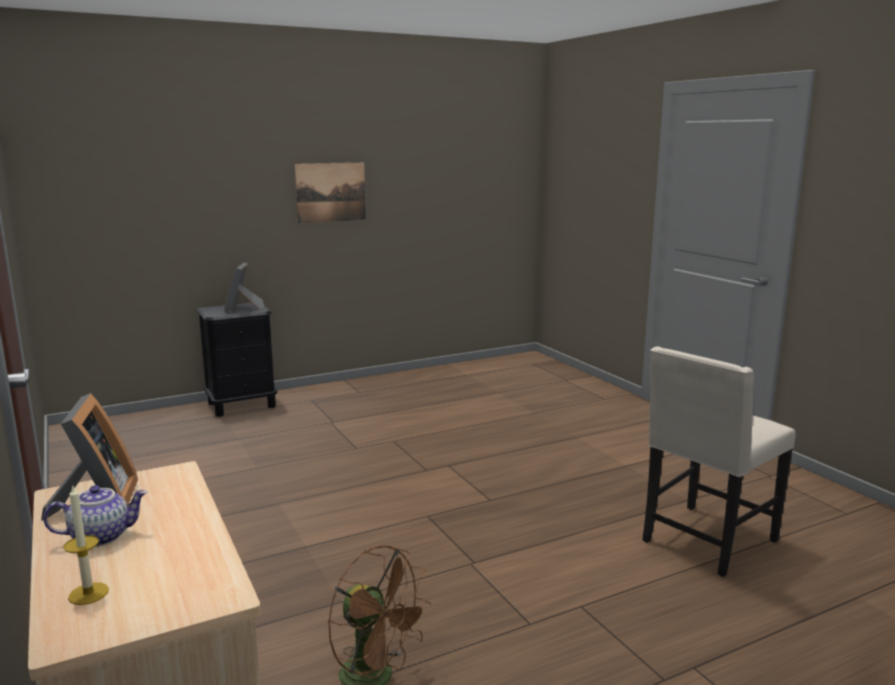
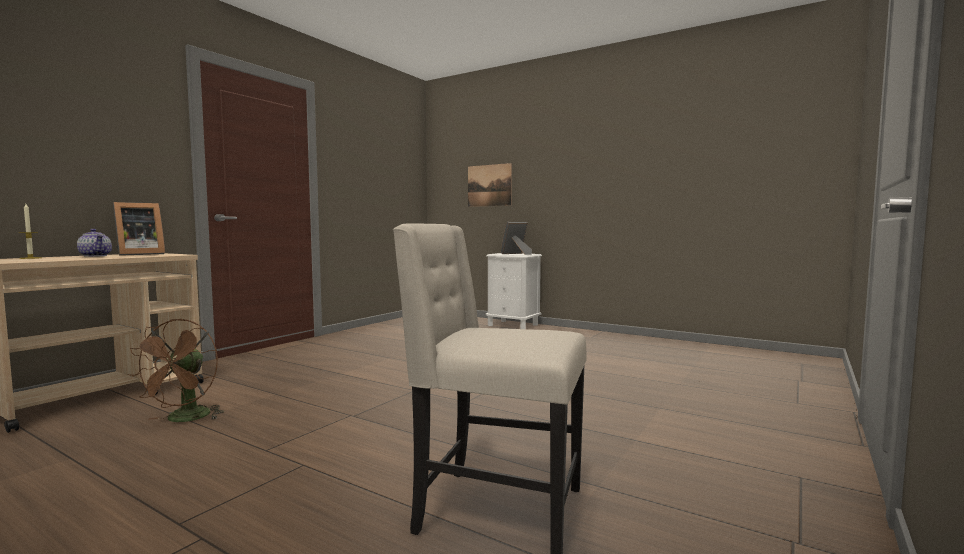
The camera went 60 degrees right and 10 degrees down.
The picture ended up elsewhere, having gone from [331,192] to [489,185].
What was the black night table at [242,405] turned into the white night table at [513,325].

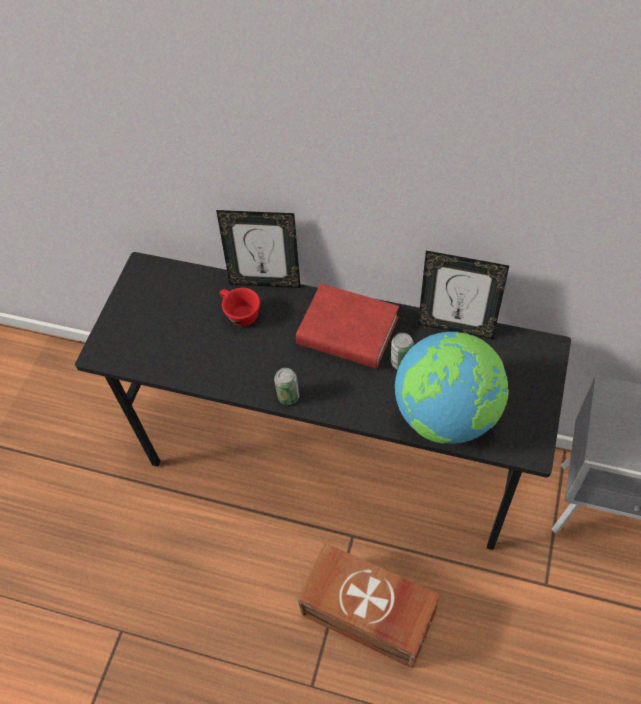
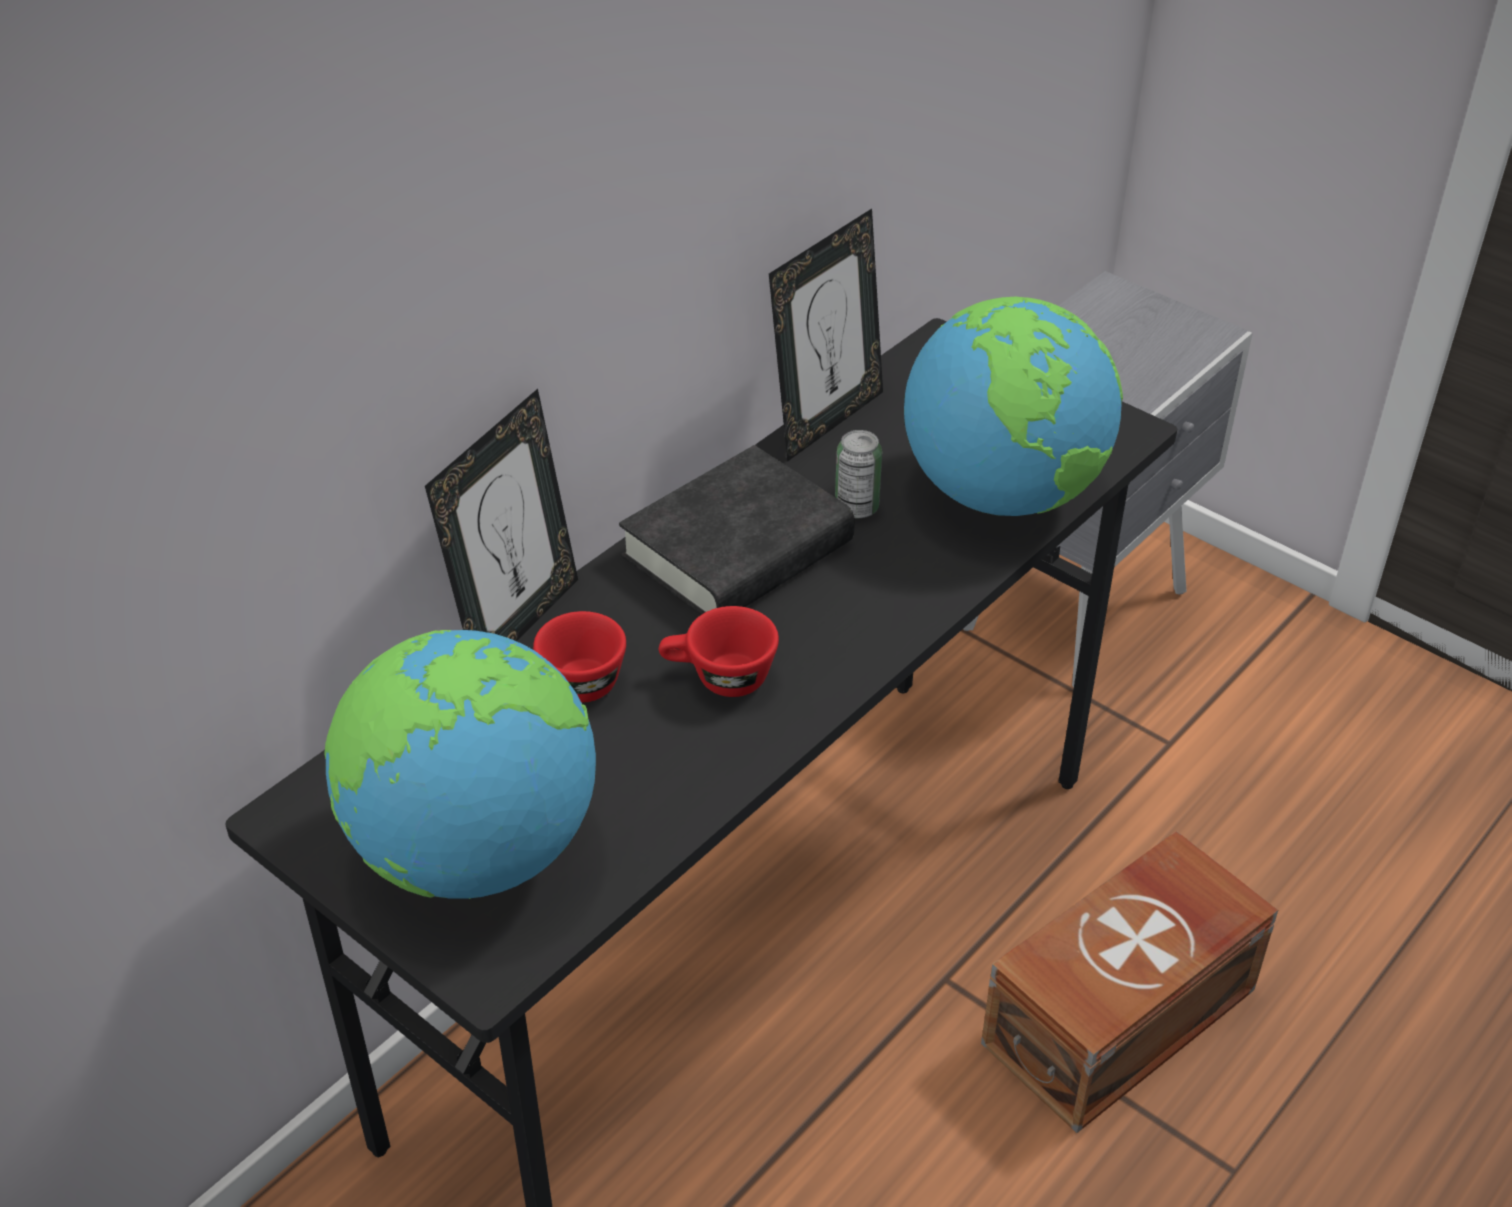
The camera went 70 degrees left and 15 degrees down.
What was the red-coloured bound book at [348,331] turned into the black bound book at [737,550].
The second view lost the can at [288,396].
The second view gained the red-coloured small cup at [719,678].
The second view gained the globe at [474,851].

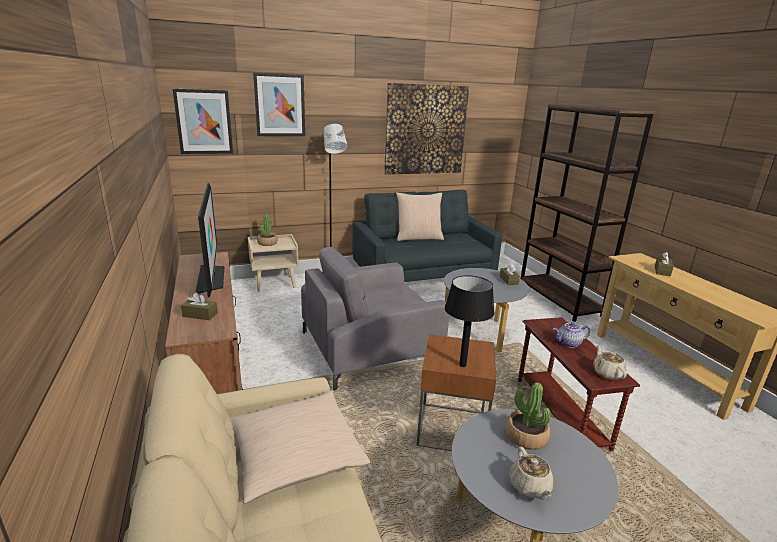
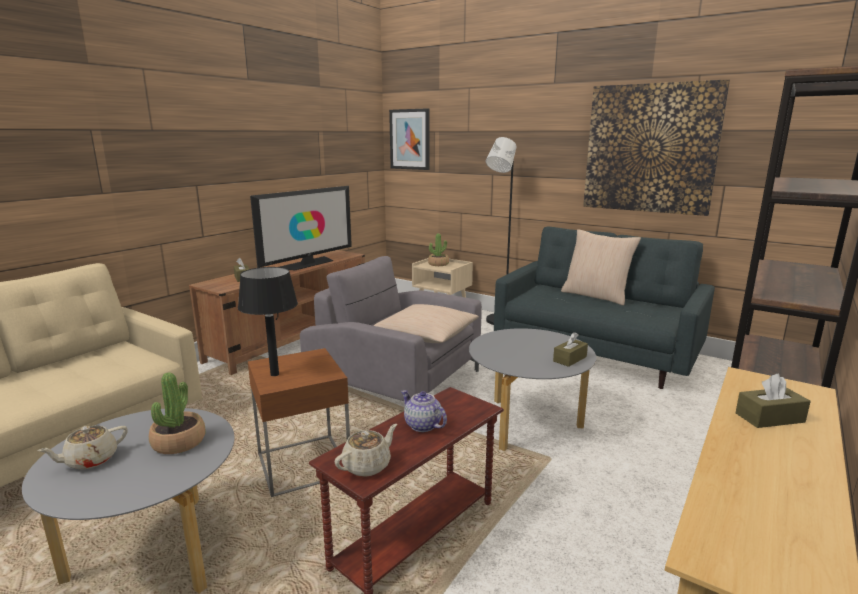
The camera went 55 degrees right and 5 degrees down.
The second view lost the picture at [280,105].
The sand-coloured cushion ended up elsewhere, having gone from [295,454] to [426,335].

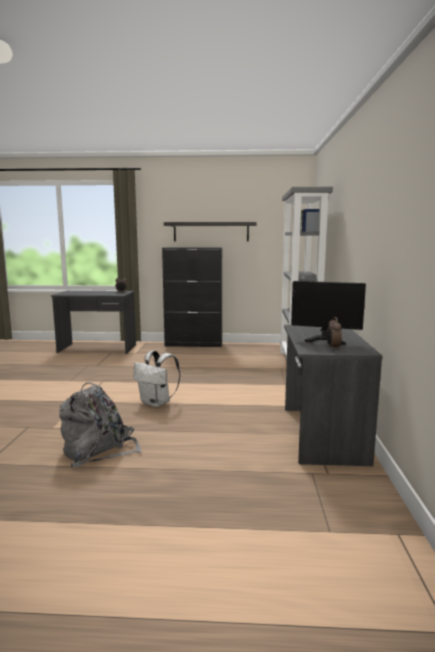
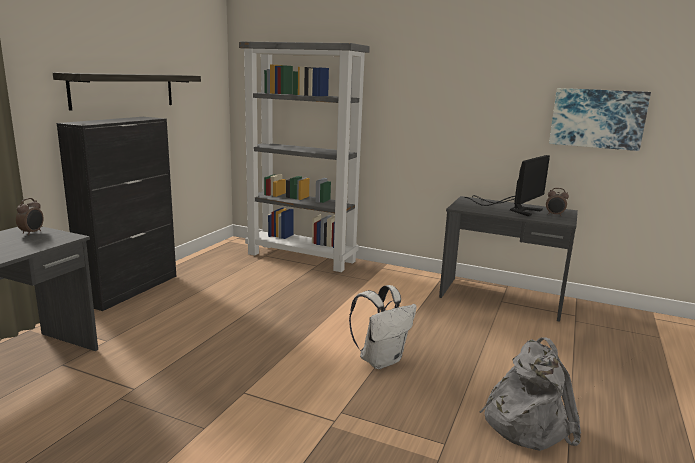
The camera went 70 degrees left and 5 degrees up.
The second view gained the picture at [597,118].

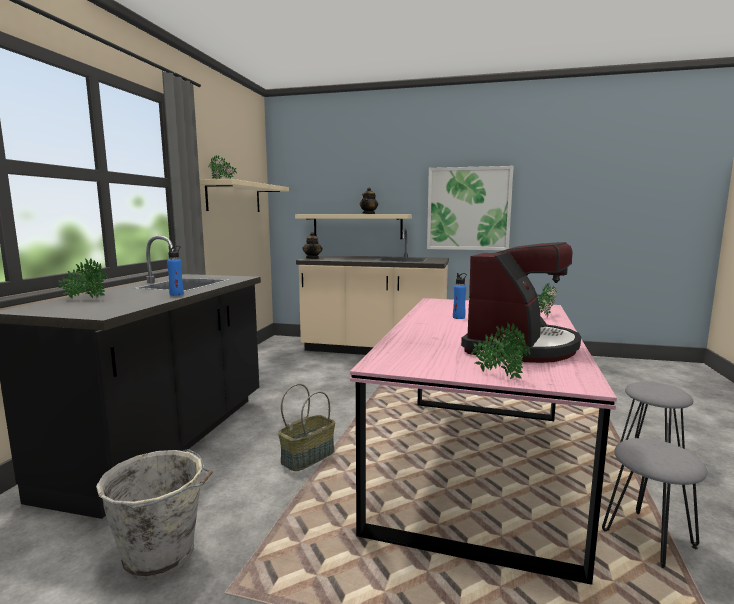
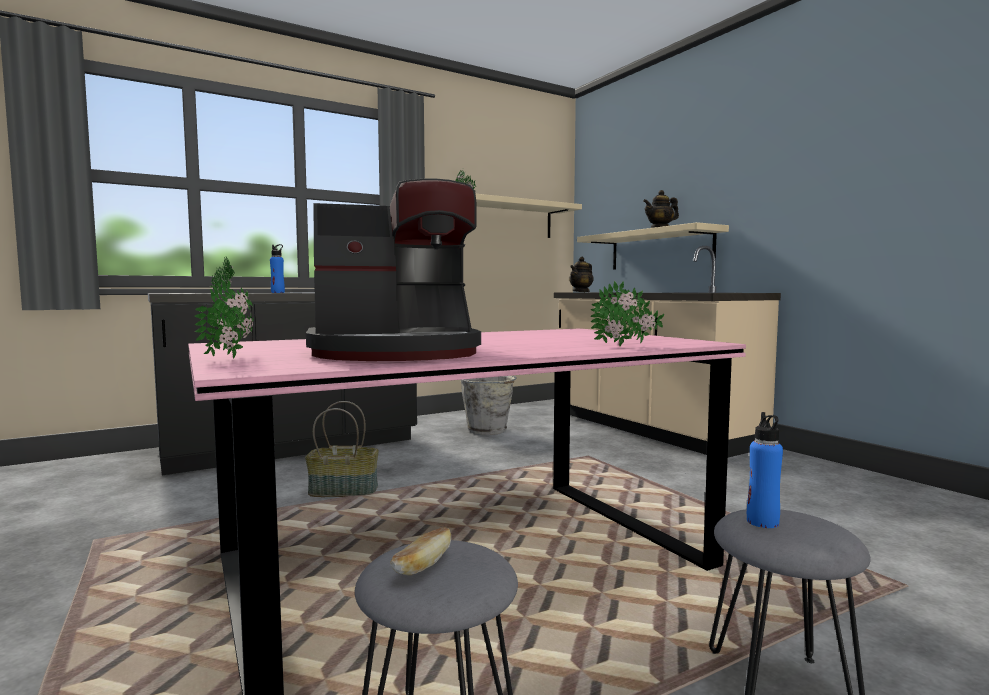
The camera went 45 degrees right and 5 degrees down.
The second view lost the picture at [468,209].
The bluish drink bottle ended up elsewhere, having gone from [459,317] to [762,522].
The gray bucket ended up elsewhere, having gone from [162,555] to [488,430].
The second view gained the bread at [422,566].

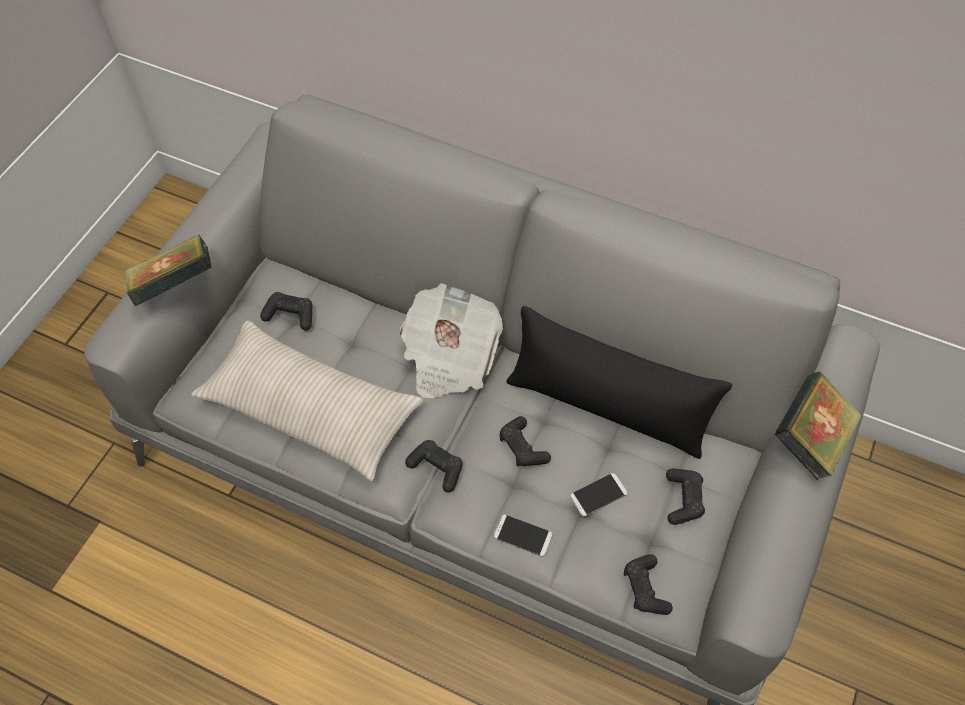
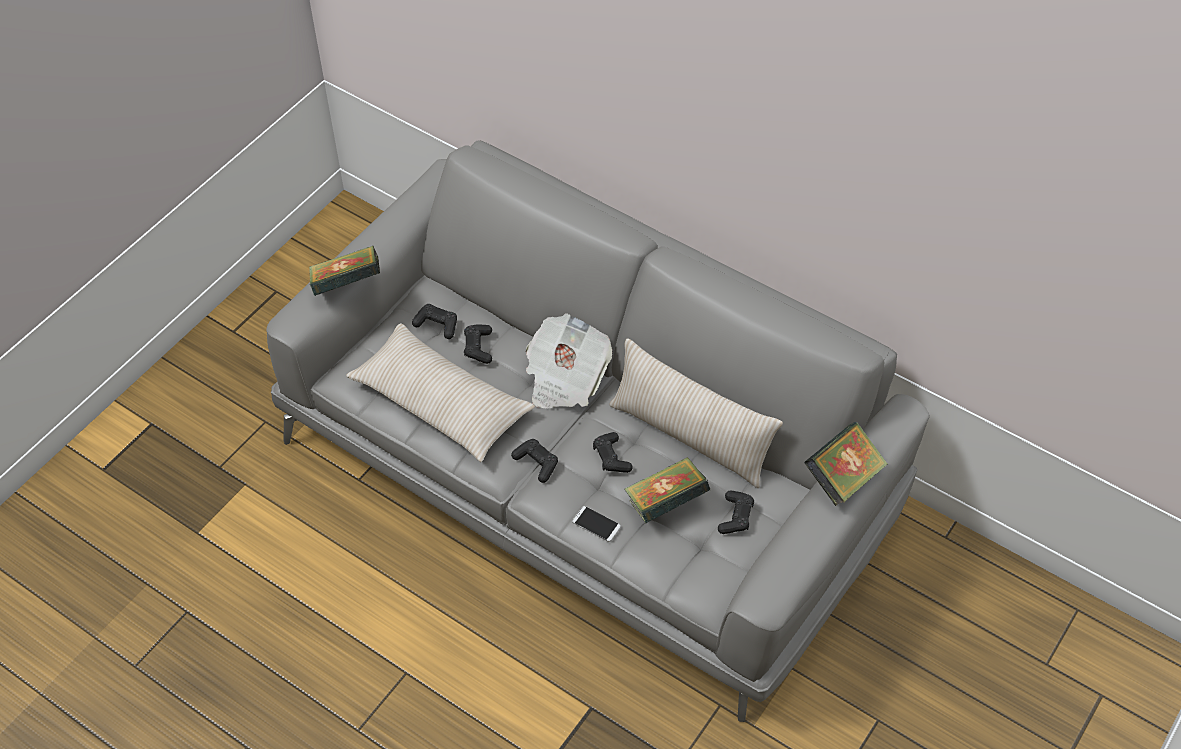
The camera went 10 degrees right and 5 degrees down.
What was the black cushion at [607,407] turned into the sand-coloured cushion at [690,437].
Where the telephone stood at [598,495], the bound book came to stand at [665,503].
The black joypad ended up elsewhere, having gone from [645,588] to [478,347].

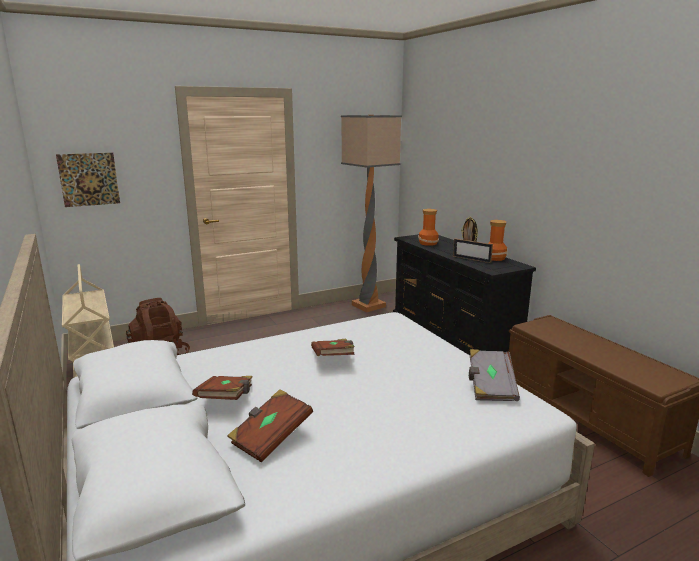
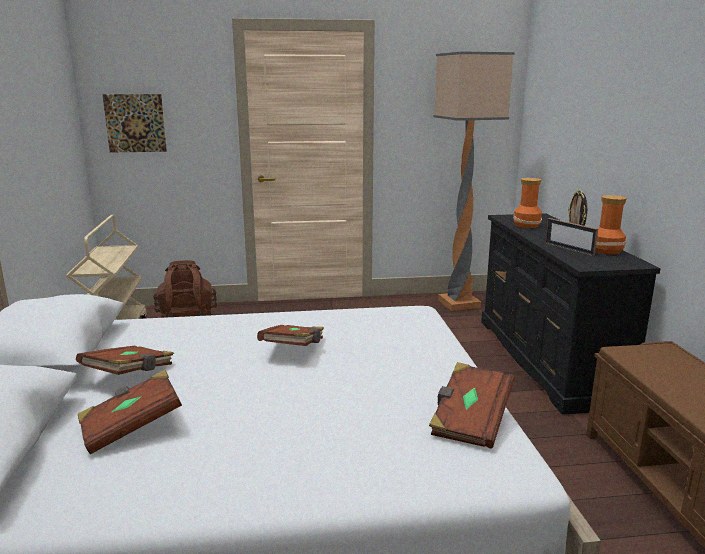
The camera went 20 degrees right and 0 degrees up.
What was the gray bound book at [490,387] turned into the brownish bound book at [469,421].

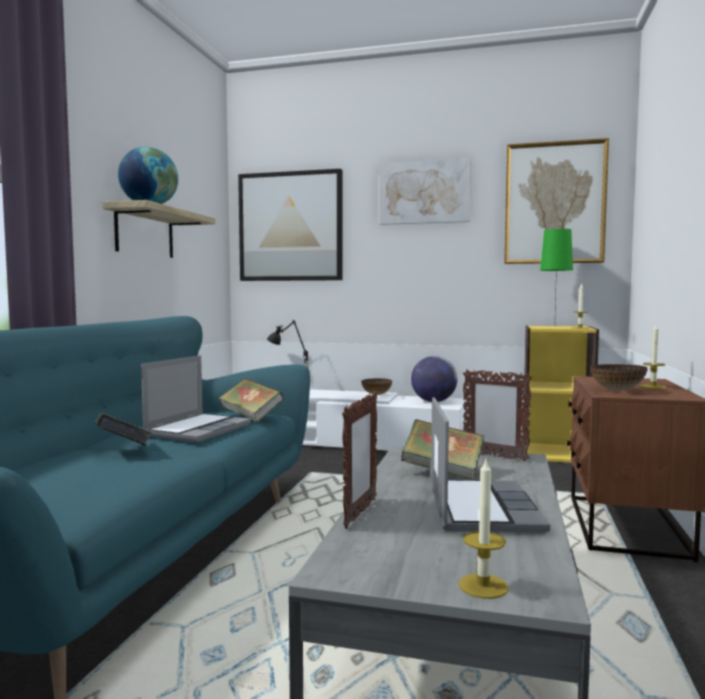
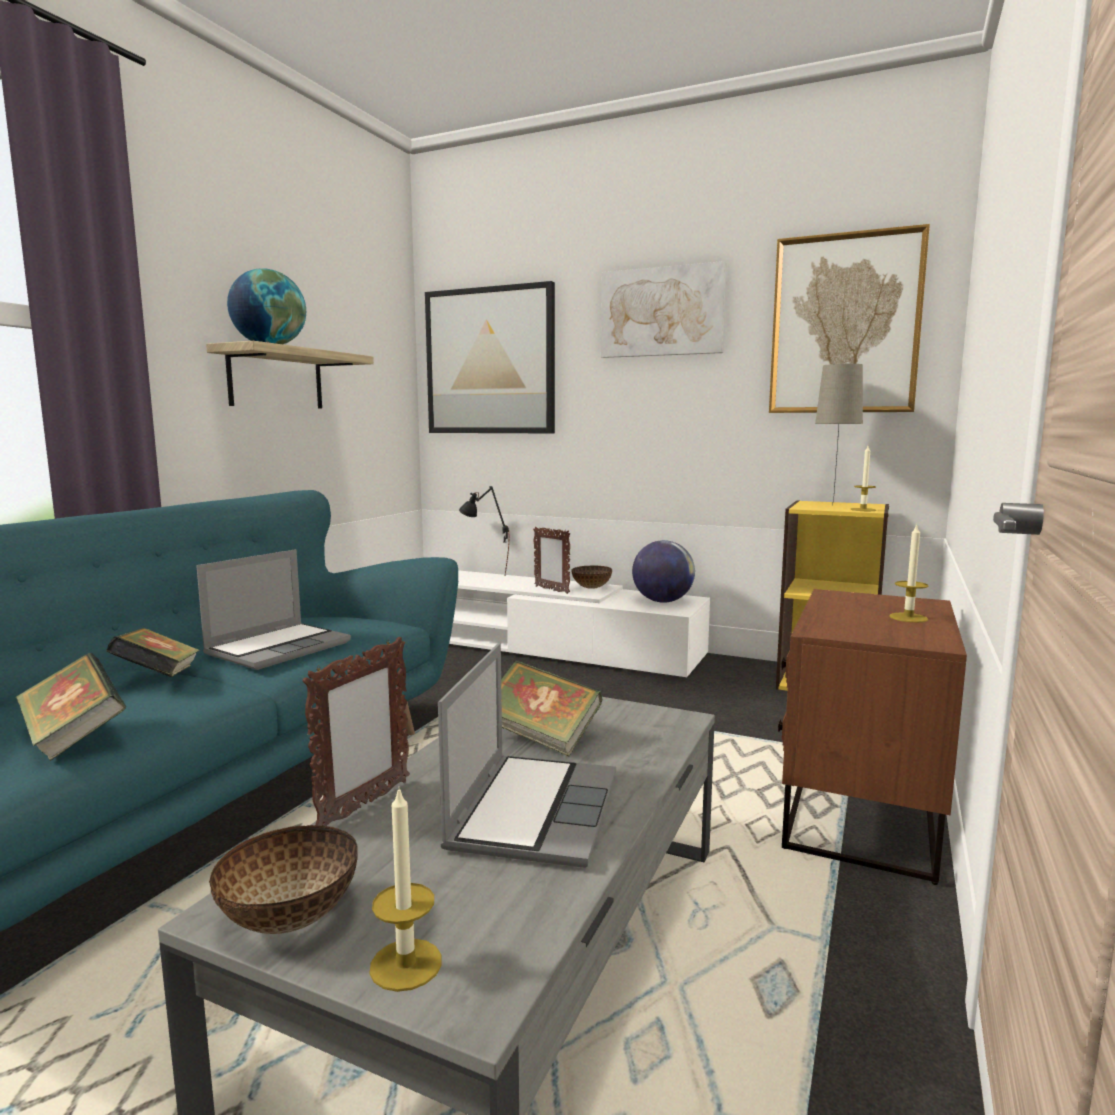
The camera went 10 degrees right and 5 degrees up.
What was the green-coloured table lamp at [554,326] turned into the sand-coloured table lamp at [833,504].
The bowl ended up elsewhere, having gone from [616,390] to [290,917].
The standing frame ended up elsewhere, having gone from [494,456] to [551,590].
The bound book ended up elsewhere, having gone from [251,417] to [74,737].

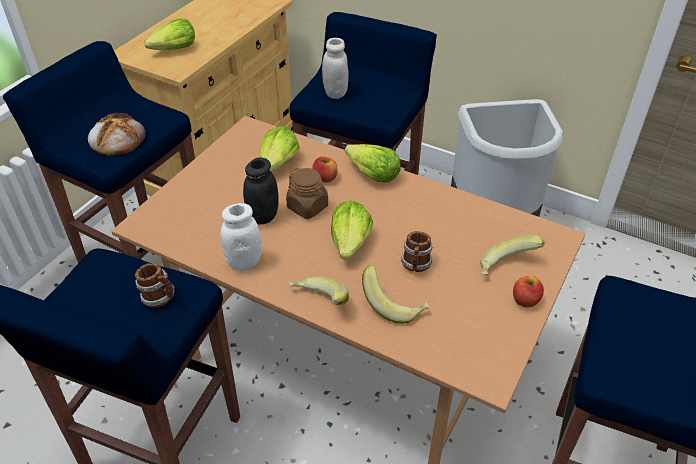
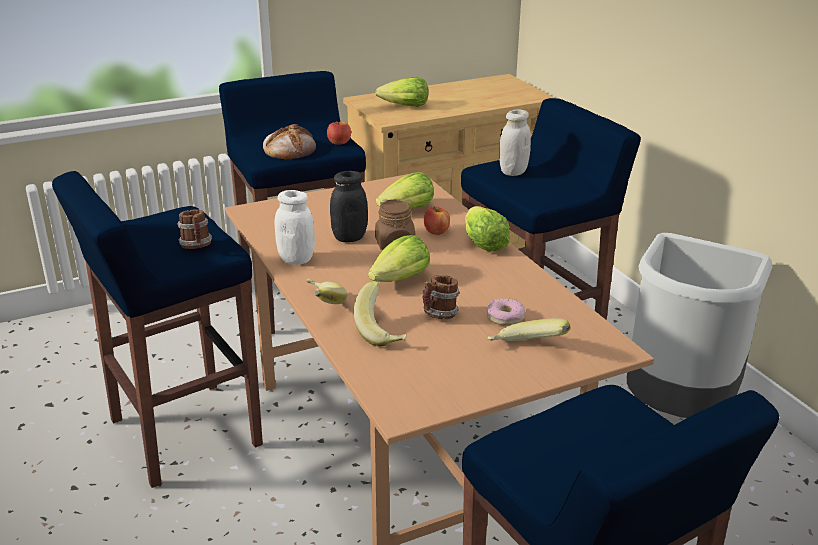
The camera went 35 degrees right and 15 degrees down.
The apple ended up elsewhere, having gone from [525,300] to [339,142].
The second view gained the ring doughnut at [505,317].

